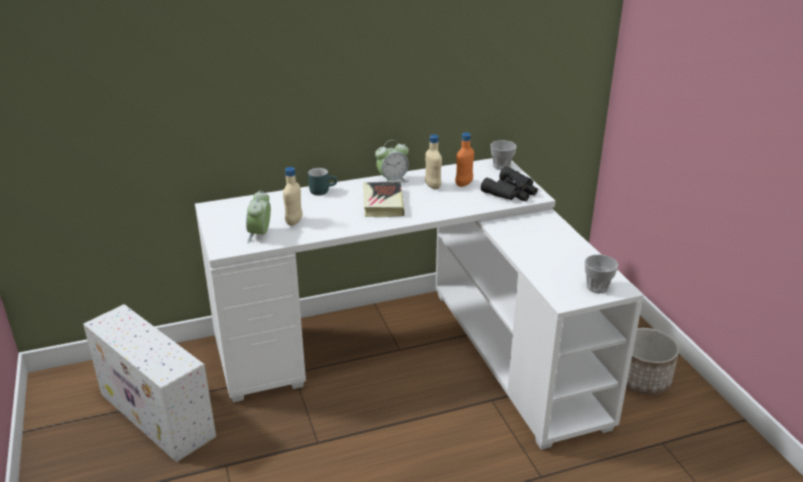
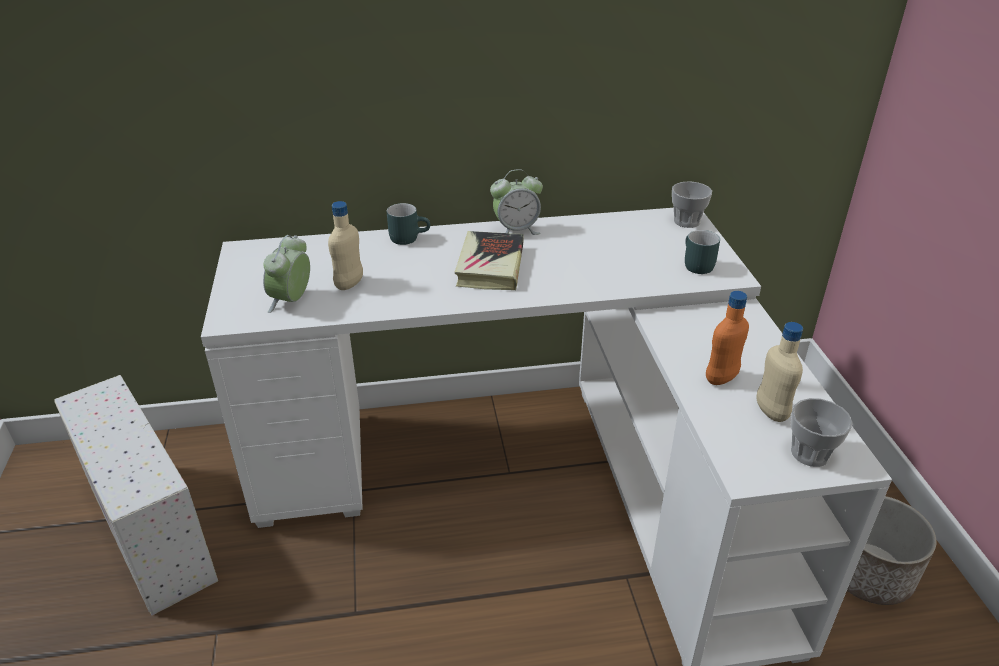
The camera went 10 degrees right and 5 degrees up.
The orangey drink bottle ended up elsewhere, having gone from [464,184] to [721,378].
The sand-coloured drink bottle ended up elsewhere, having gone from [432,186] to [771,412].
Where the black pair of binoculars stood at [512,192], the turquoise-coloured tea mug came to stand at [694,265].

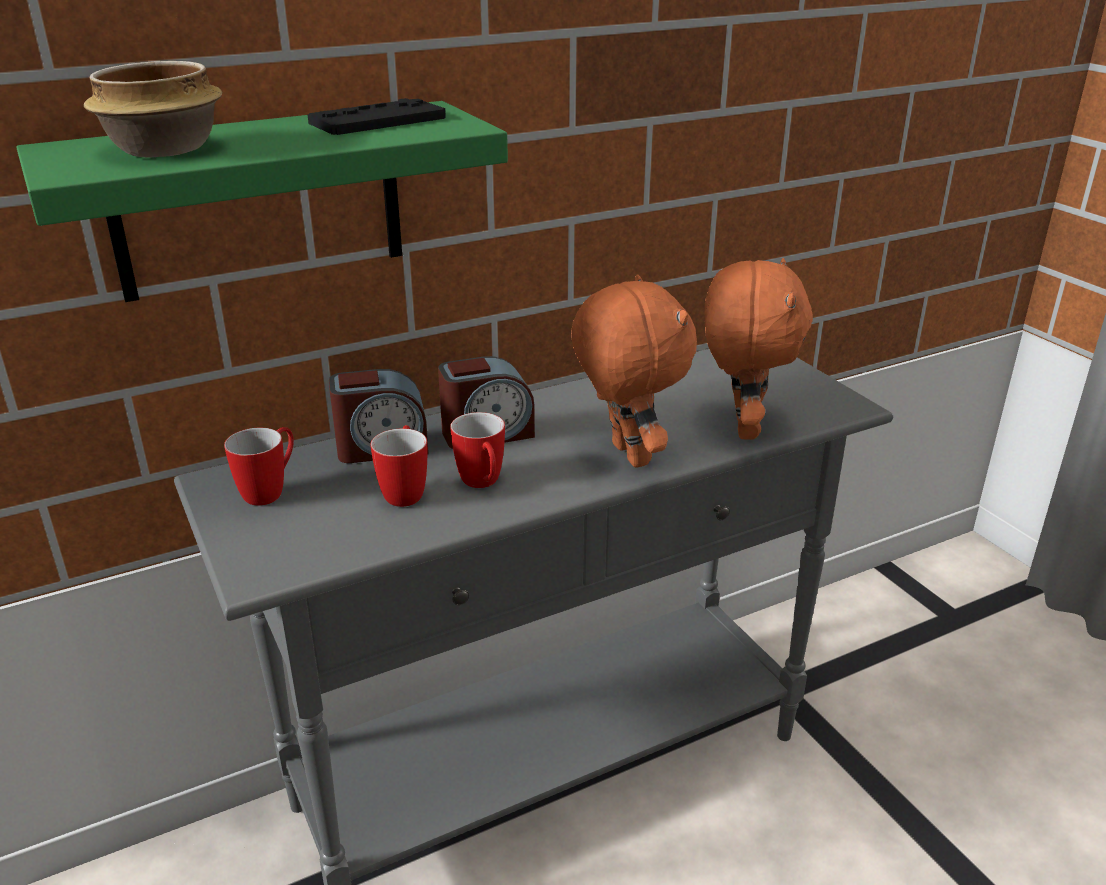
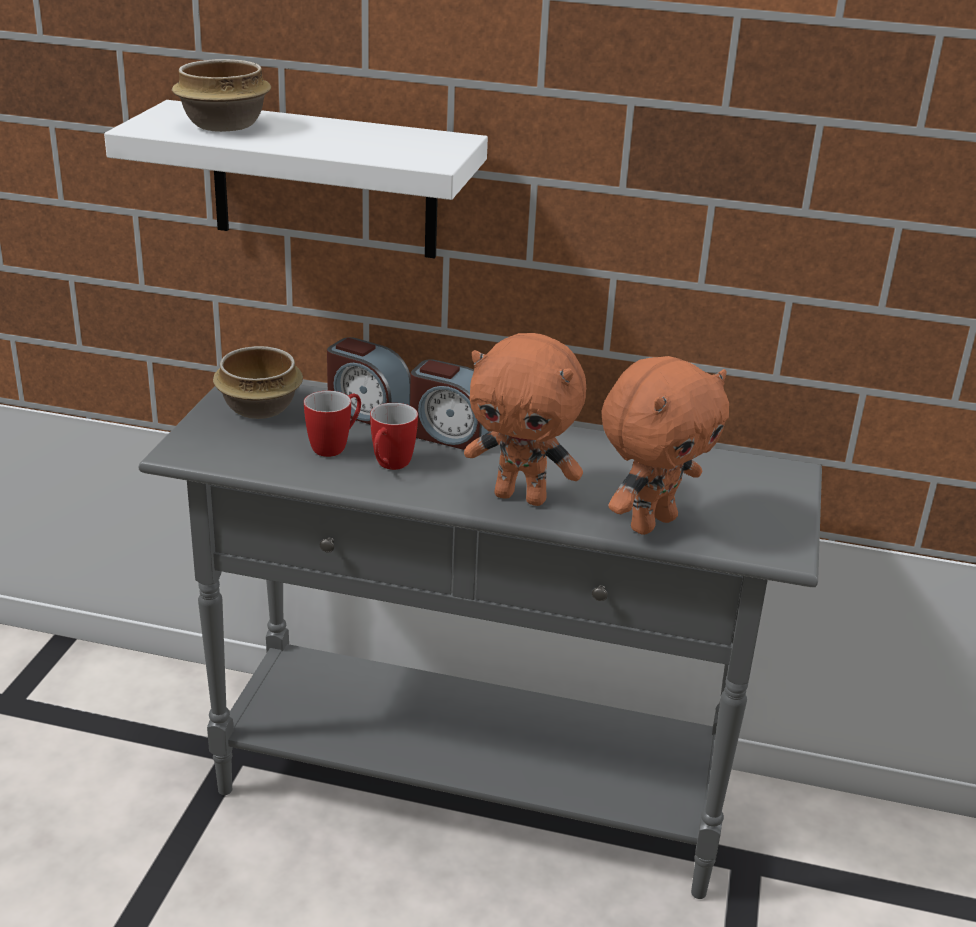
The camera went 40 degrees right and 0 degrees up.
The second view lost the black joypad at [377,120].
What was the green-coloured shelf at [259,201] turned into the white shelf at [324,181].
The orangey soft toy at [626,455] ended up facing another way, 90 degrees clockwise from before.
Where the tea mug stood at [270,491], the bowl came to stand at [261,407].

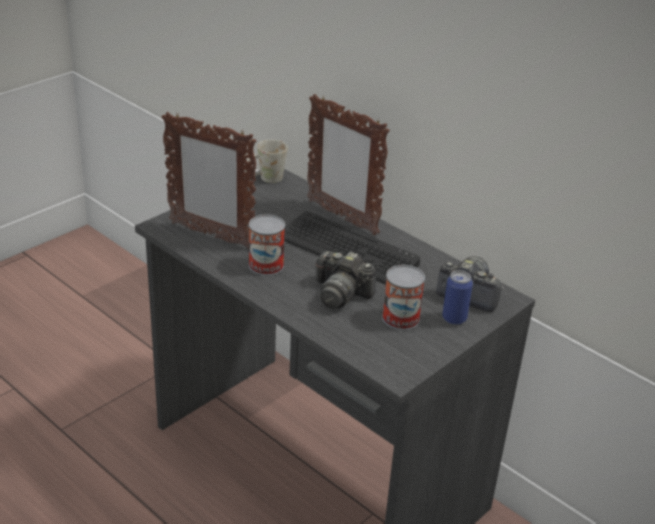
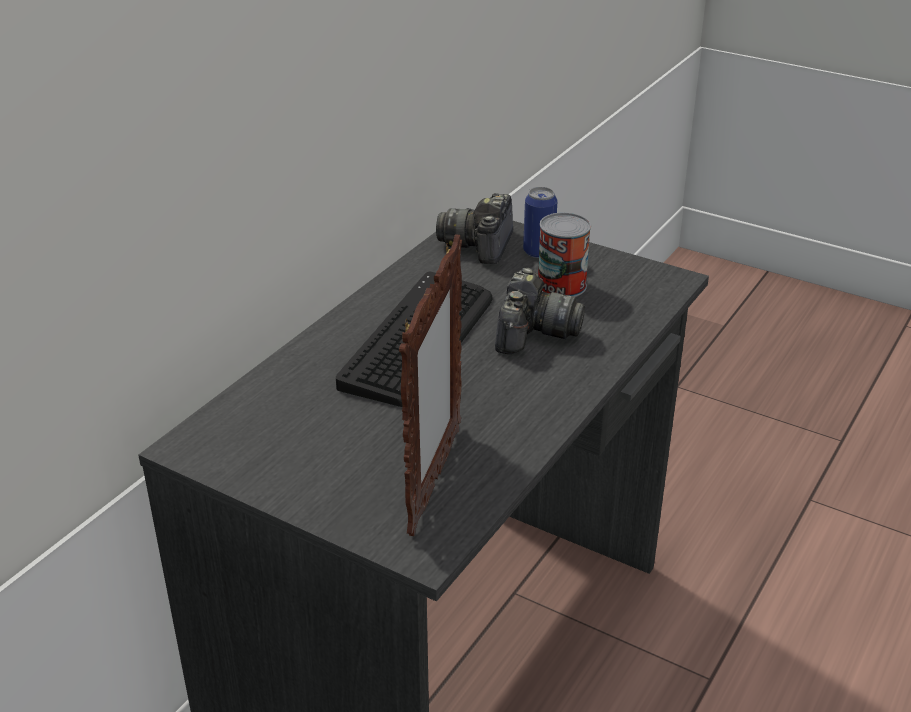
The camera went 100 degrees left and 0 degrees up.
The second view lost the standing frame at [341,217].
The second view lost the white tea mug at [265,179].
The second view lost the can at [266,265].

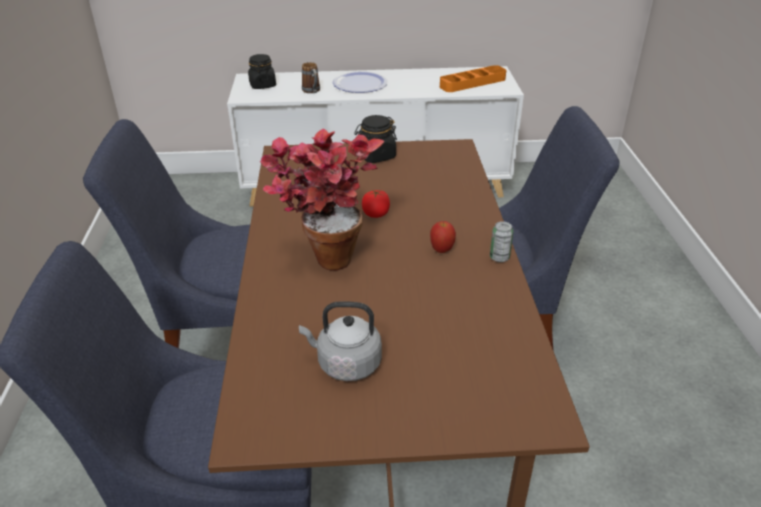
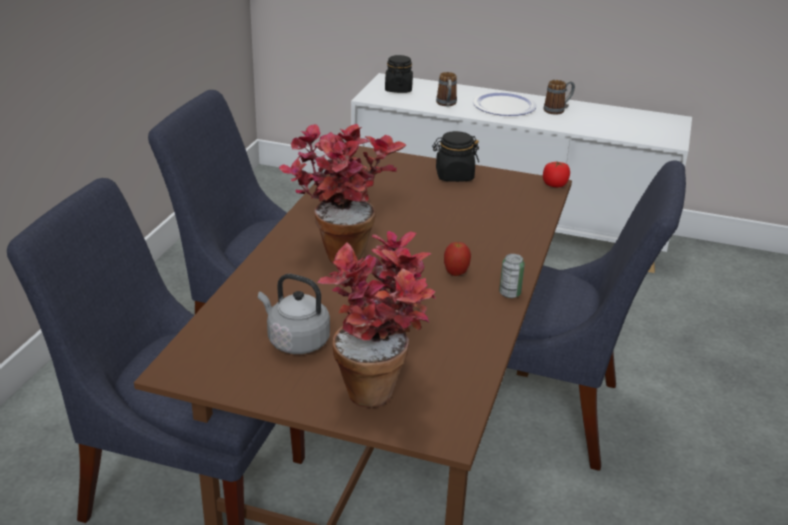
The camera went 20 degrees right and 5 degrees down.
The second view lost the orangey carrying tray at [472,83].
The whole tomato ended up elsewhere, having gone from [376,214] to [555,184].
The second view gained the tea mug at [558,110].
The second view gained the plant in a pot at [379,385].

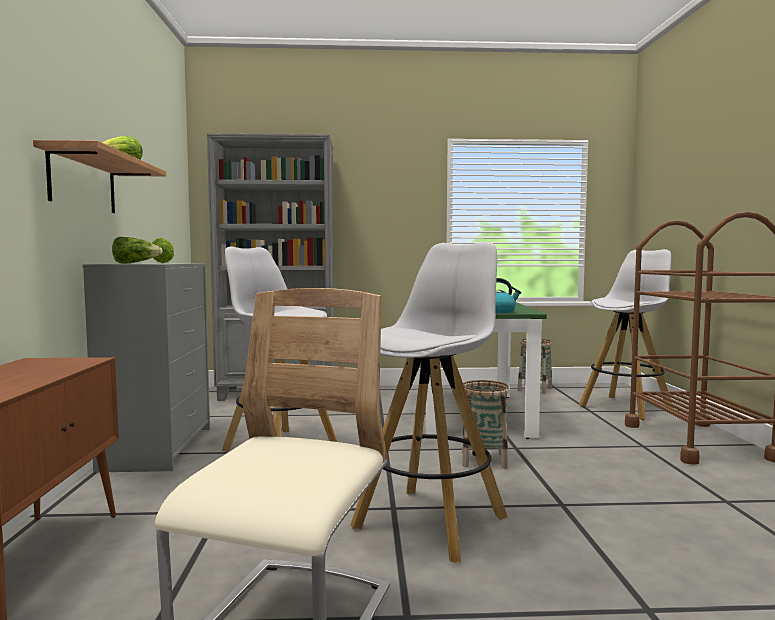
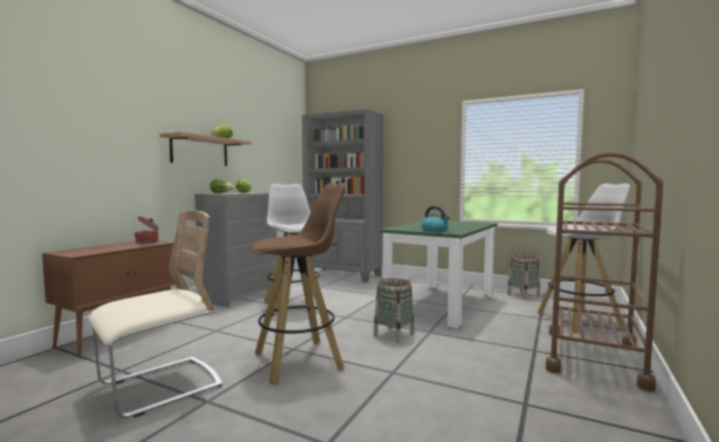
The camera went 30 degrees right and 0 degrees up.
What was the white stool seat at [431,521] turned into the brownish stool seat at [299,361].
The second view gained the stockpot at [148,242].

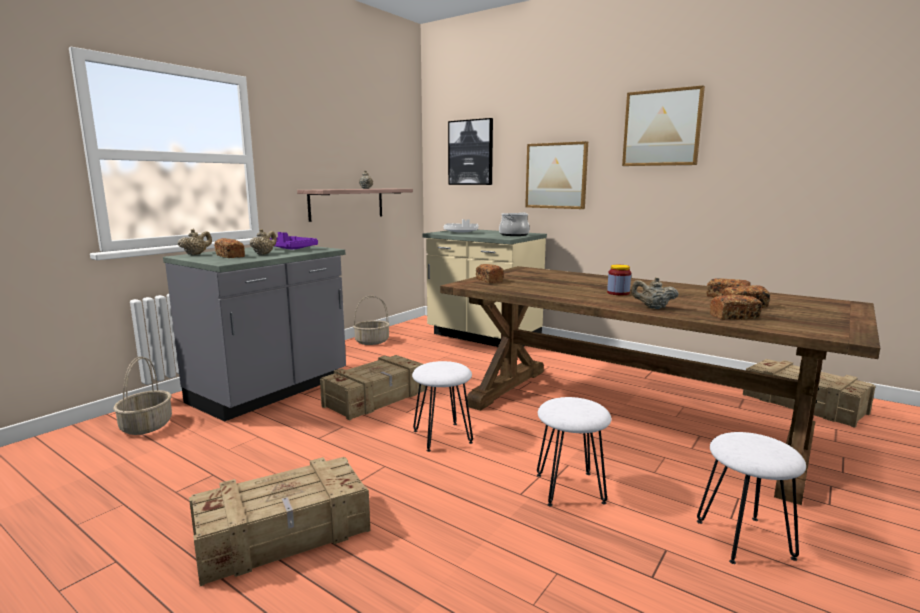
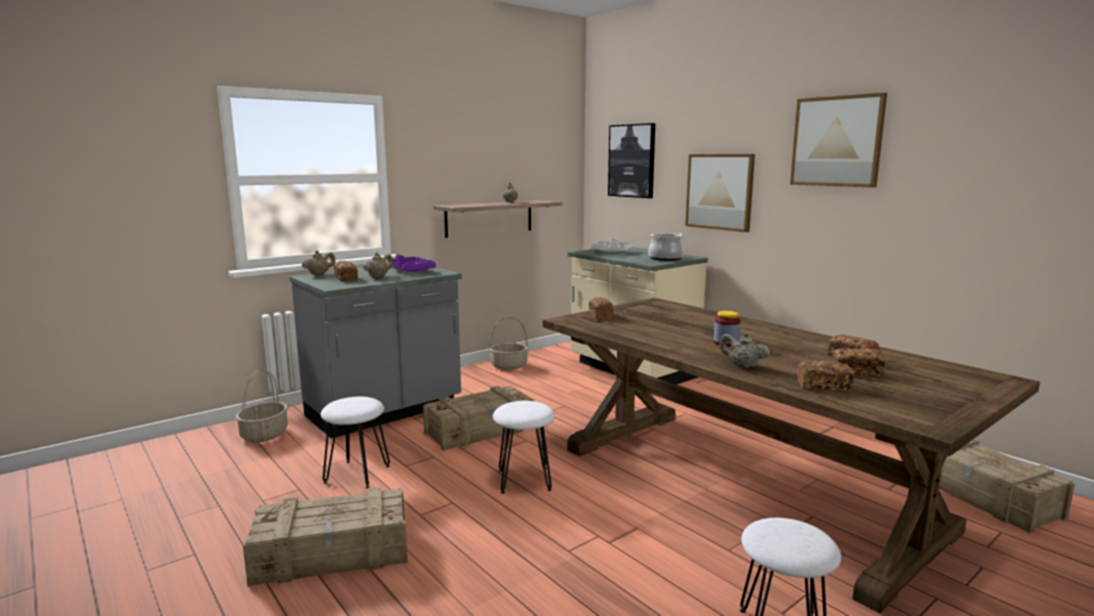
The camera went 15 degrees right and 0 degrees up.
The white stool seat ended up elsewhere, having gone from [569,488] to [356,474].

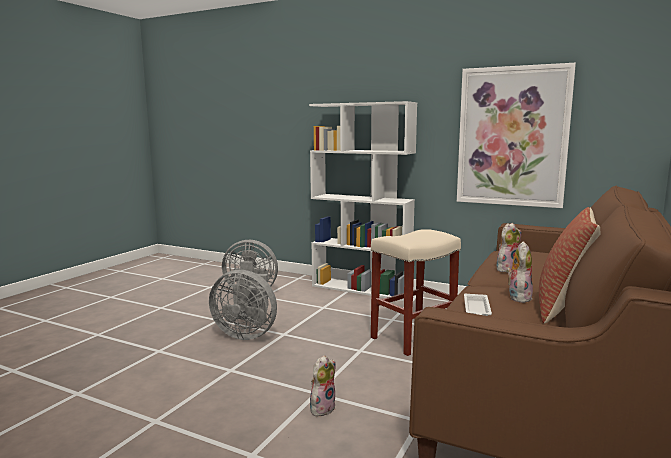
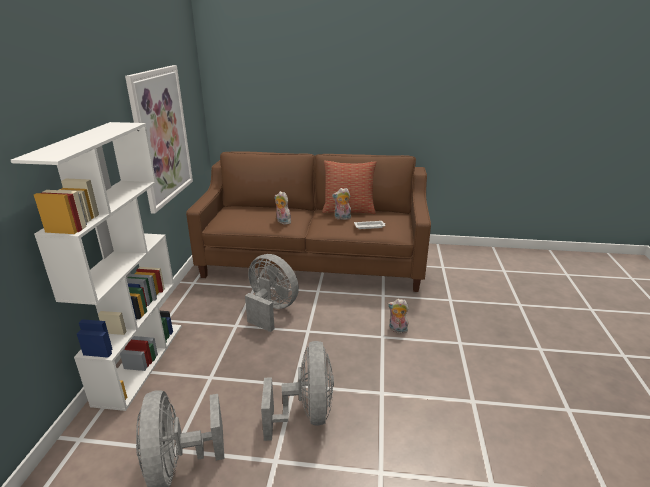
The camera went 110 degrees left and 15 degrees up.
Where the sand-coloured stool seat stood at [413,337], the gray electric fan came to stand at [271,310].

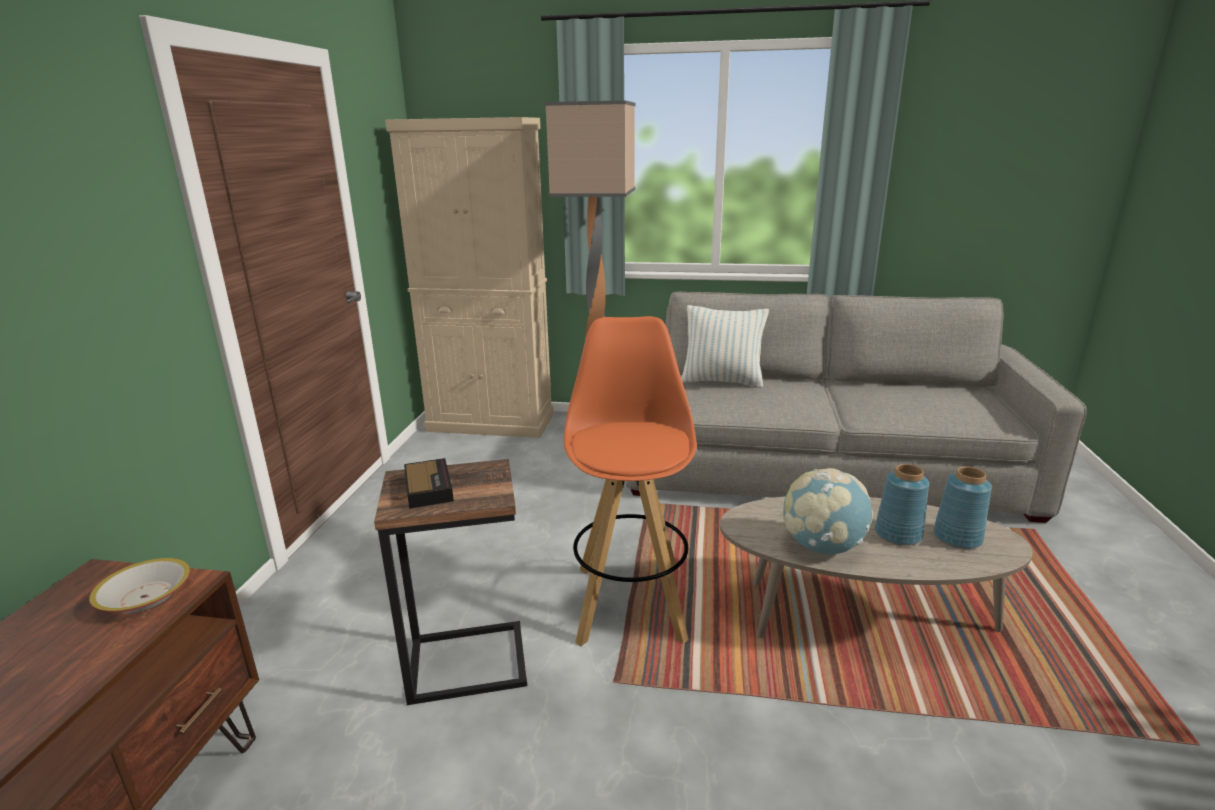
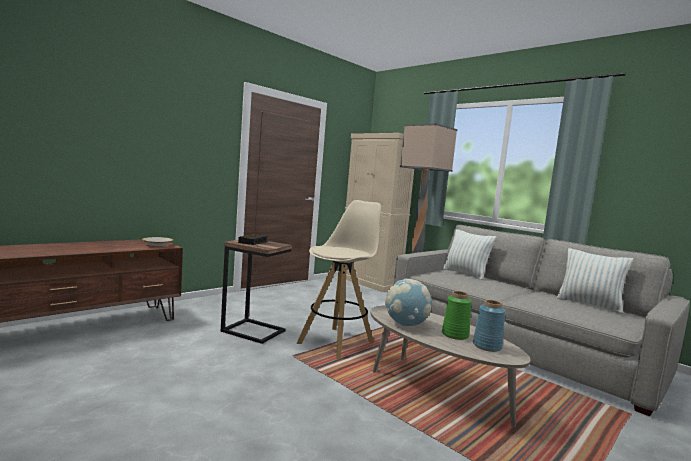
The camera went 35 degrees right and 15 degrees down.
What was the orangey stool seat at [630,601] turned into the sand-coloured stool seat at [337,342].
What was the bluish flower vase at [898,534] turned into the green-coloured flower vase at [455,335].
The second view gained the cushion at [589,304].

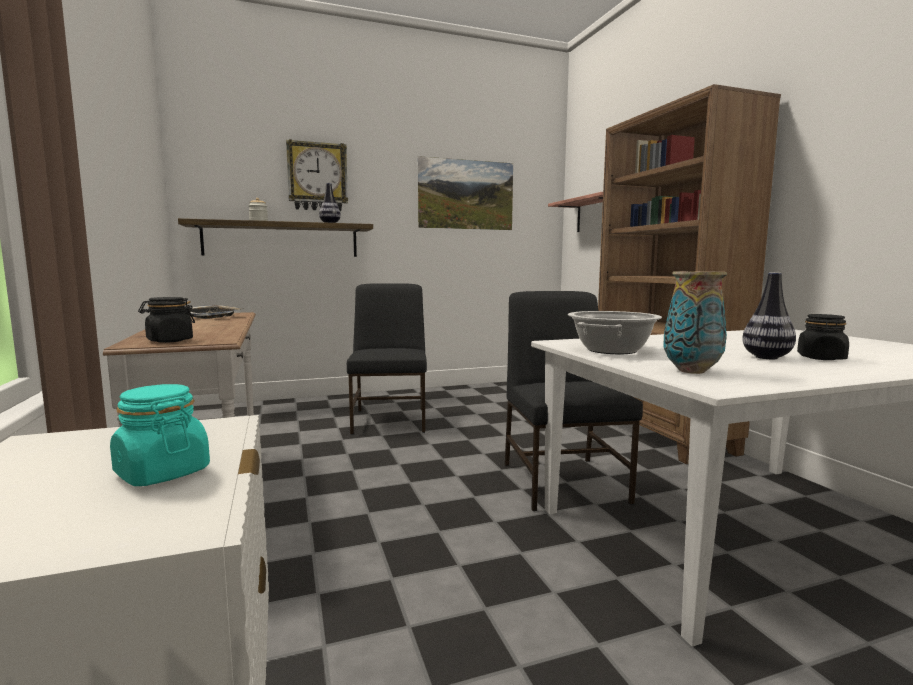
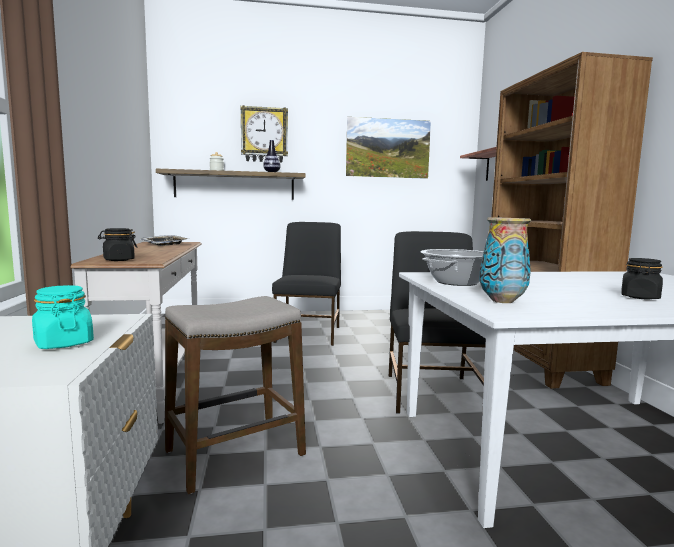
The camera went 10 degrees right and 0 degrees up.
The second view lost the flower vase at [766,357].
The second view gained the stool seat at [234,453].

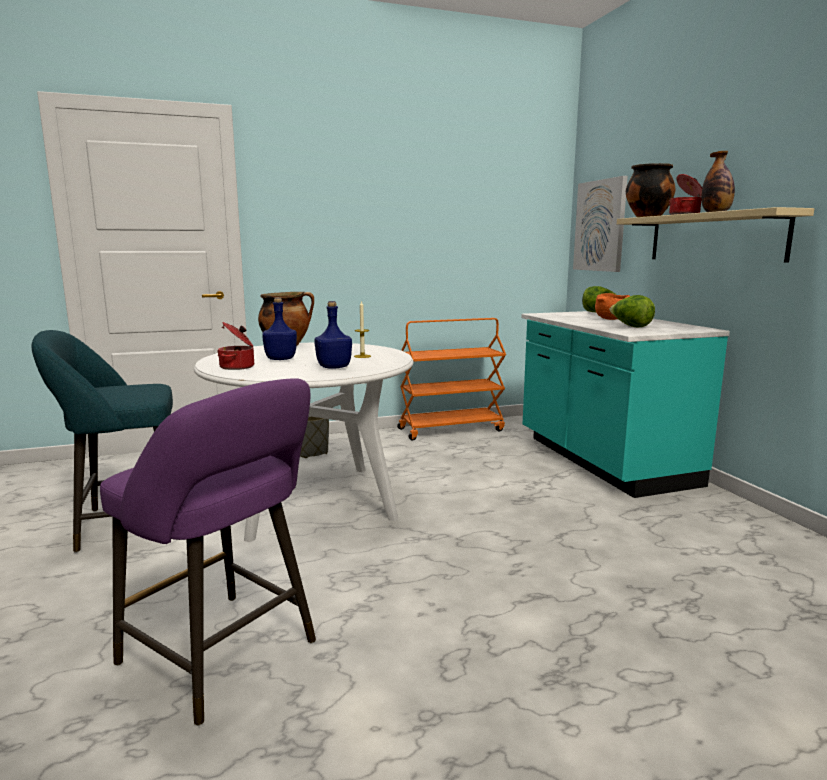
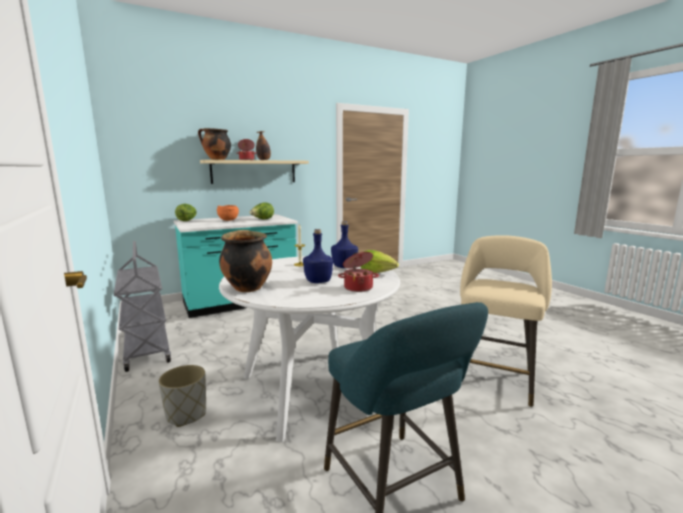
The camera went 100 degrees left and 0 degrees up.
The second view lost the picture at [600,226].
What was the orangey wheeled cart at [451,429] turned into the gray wheeled cart at [146,347].
What was the purplish stool seat at [225,657] turned into the sand-coloured stool seat at [494,377].
The second view gained the lettuce at [377,272].

